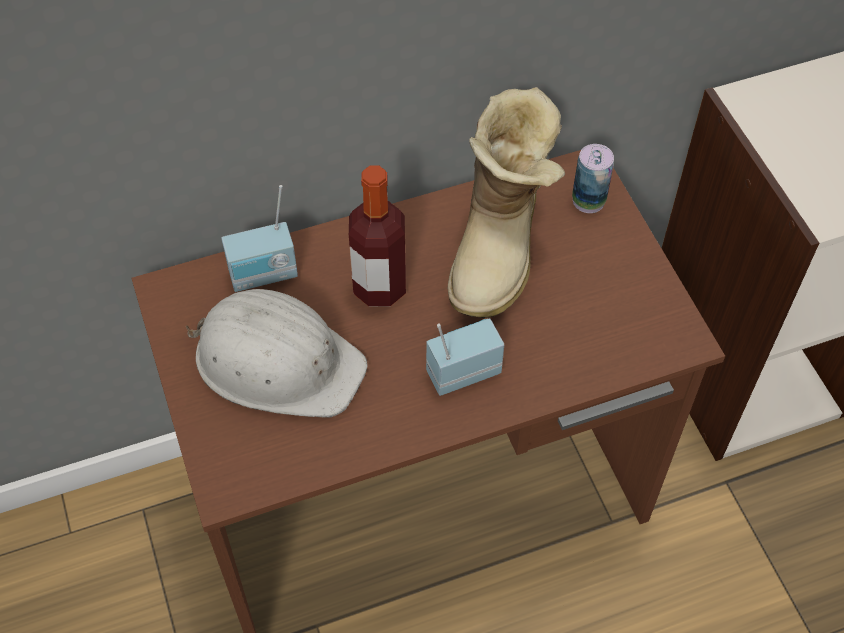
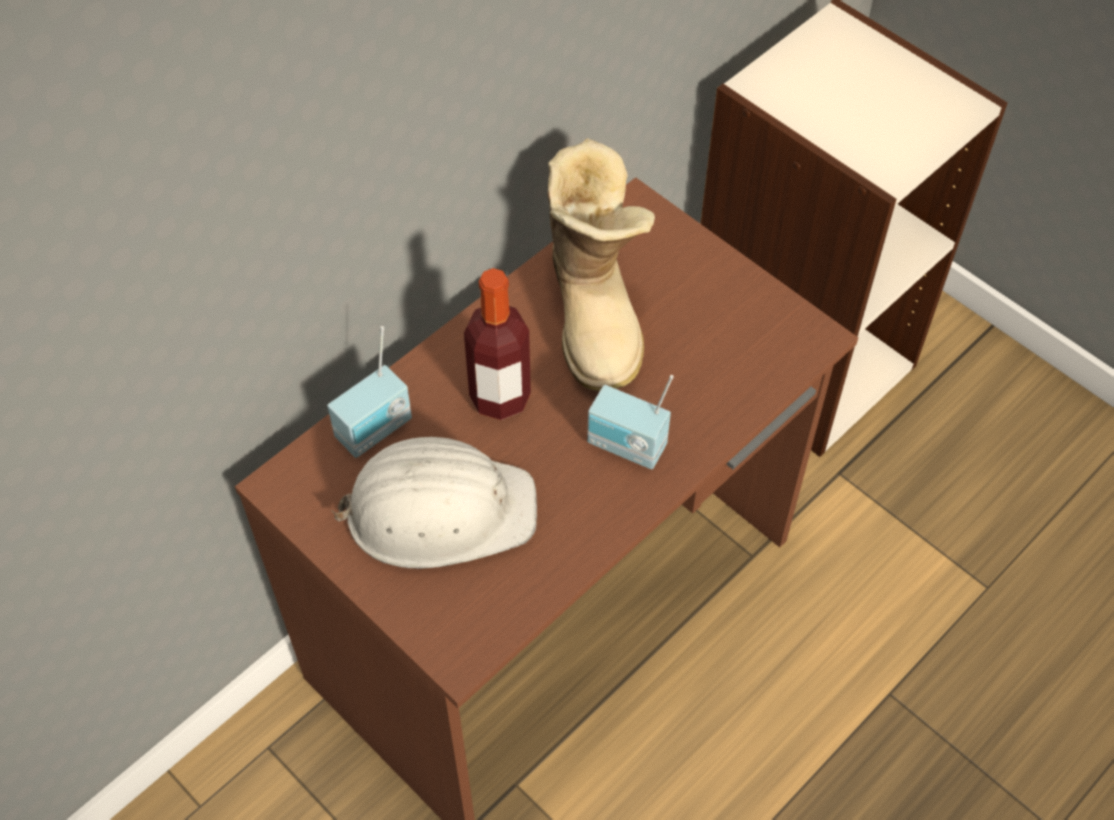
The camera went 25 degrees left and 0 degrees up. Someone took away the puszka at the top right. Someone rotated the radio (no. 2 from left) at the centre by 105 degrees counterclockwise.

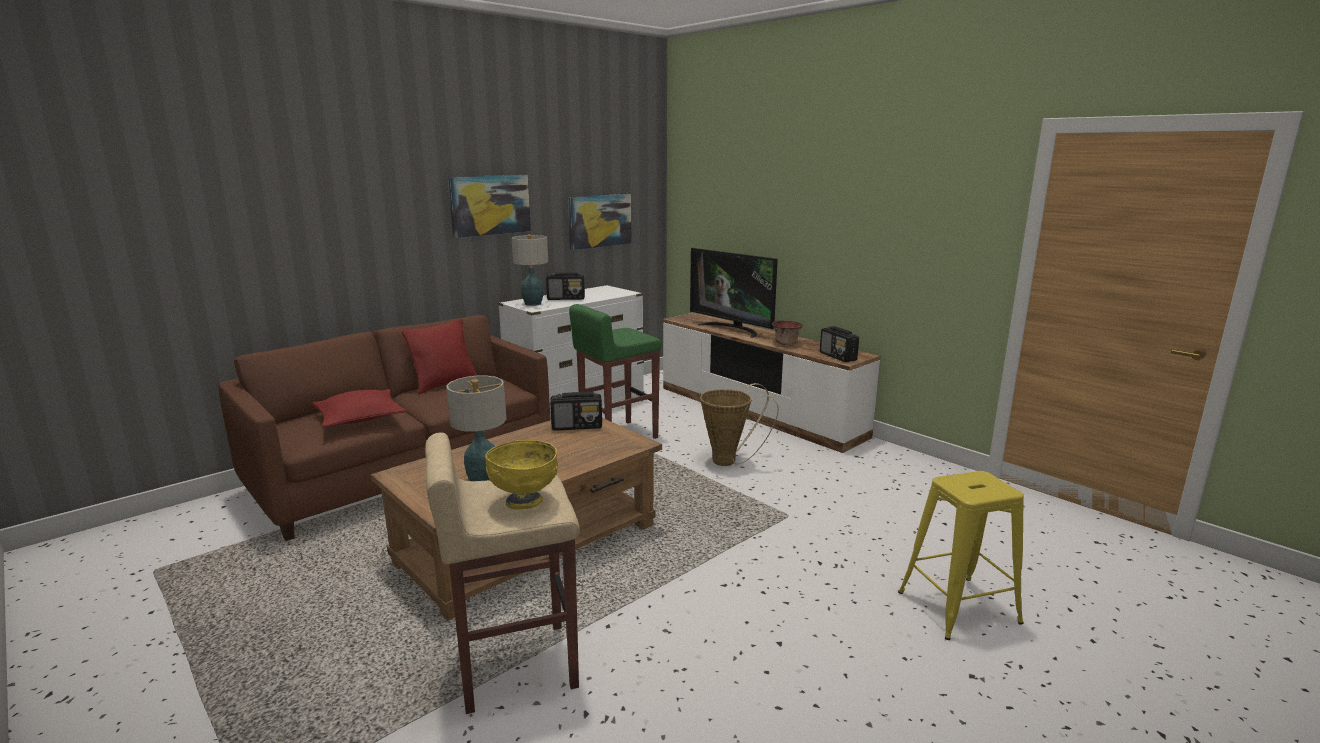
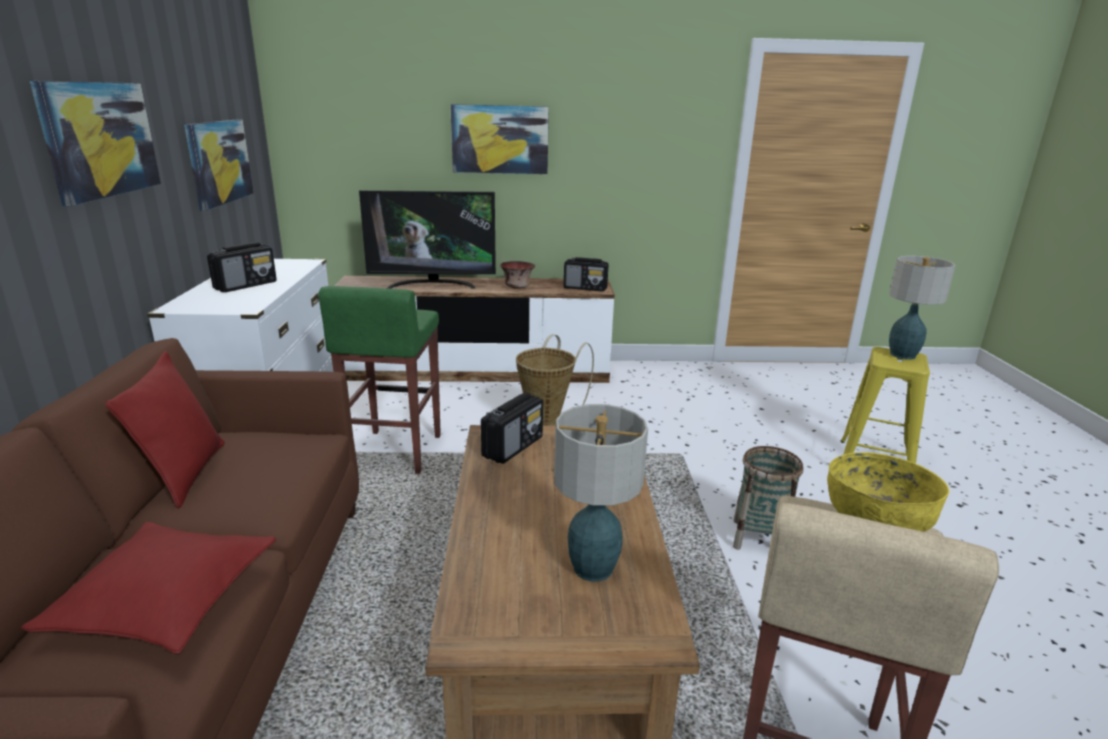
The camera went 50 degrees left and 5 degrees up. Someone put up the obraz (no. 3 from left) at the top centre. Someone put down the koszyk (no. 2 from left) at the bottom right. Someone carried the lampa stołowa (no. 2 from left) from the centre to the middle right.

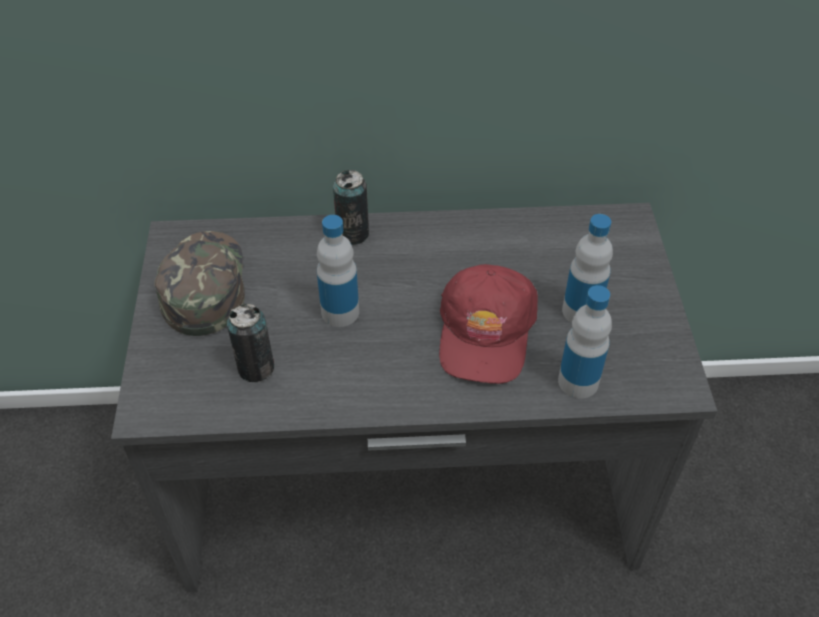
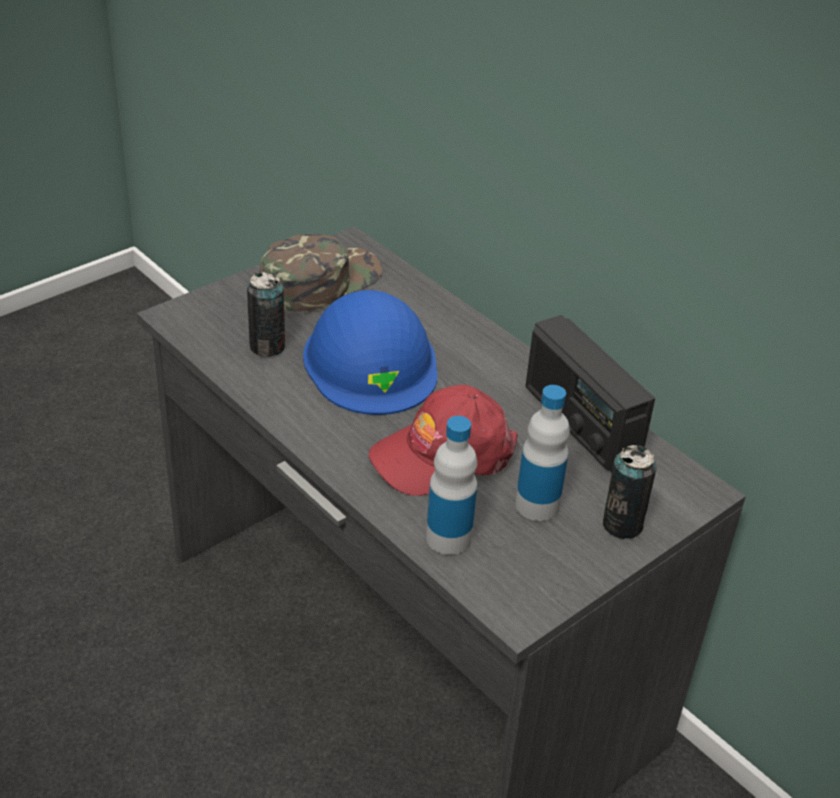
The camera went 50 degrees right and 10 degrees down. Someone put down the radio at the middle right. Someone carried the puszka (no. 2 from left) from the centre to the middle right. Someone swapped the butelka (no. 1 from left) at the centre for the kask [niebieski] at the centre.

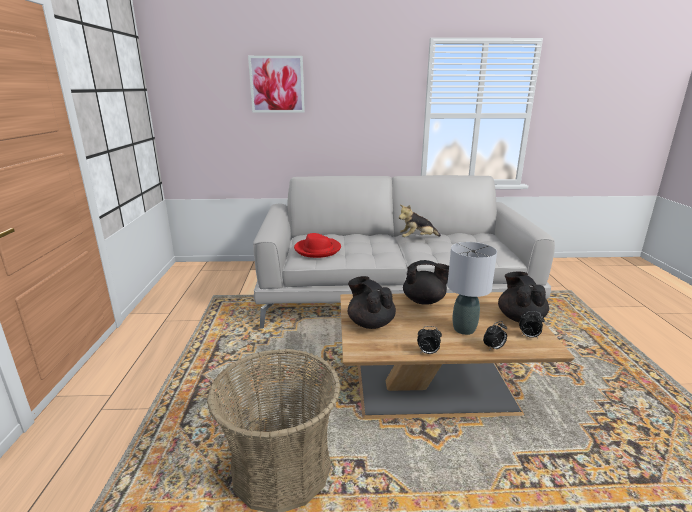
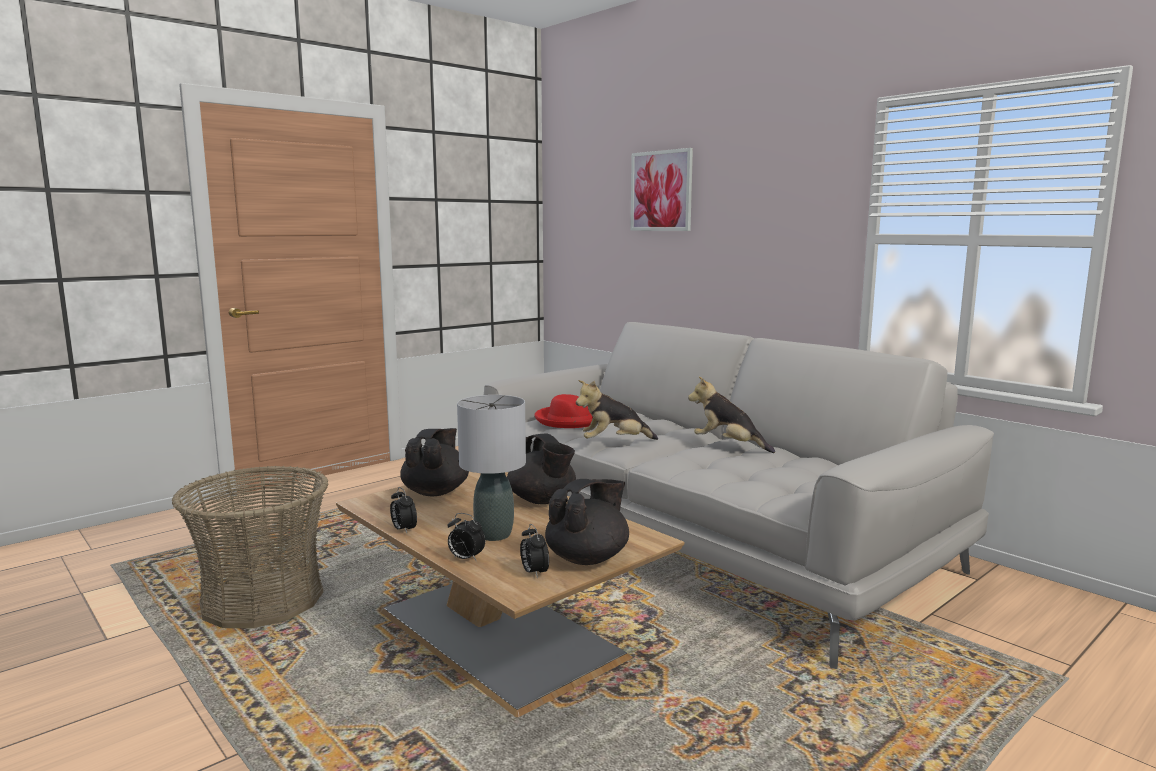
The camera went 50 degrees right and 10 degrees down. Someone put down the pluszak (no. 1 from left) at the centre.

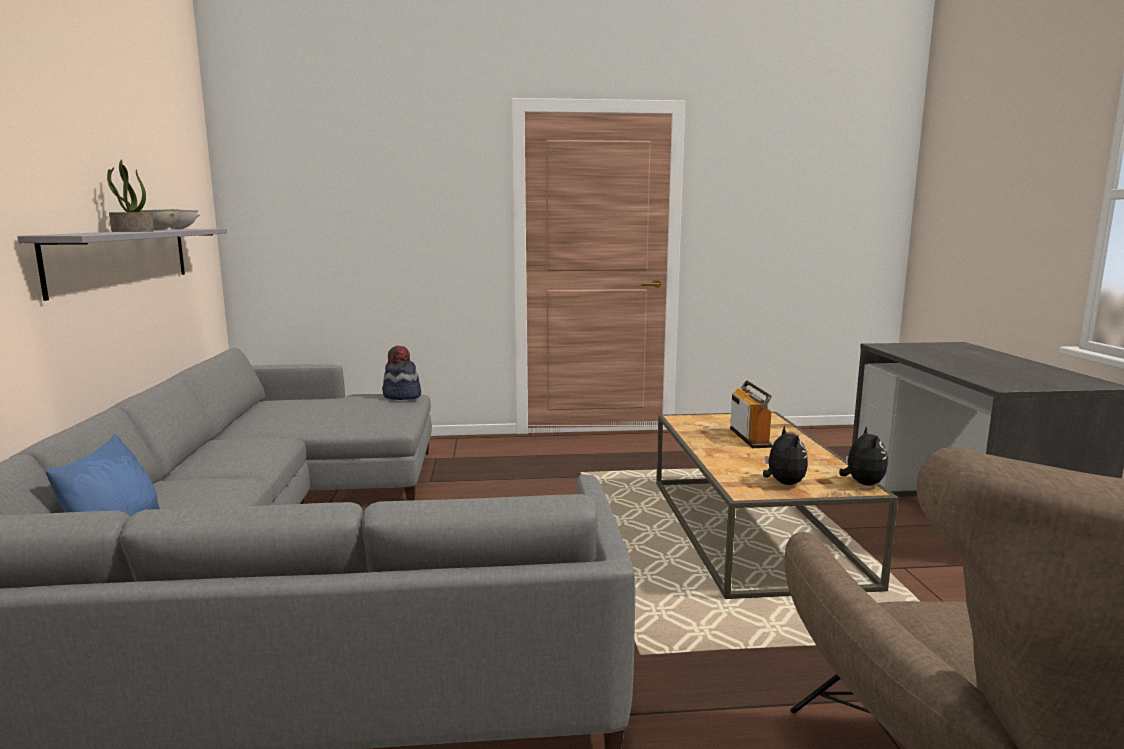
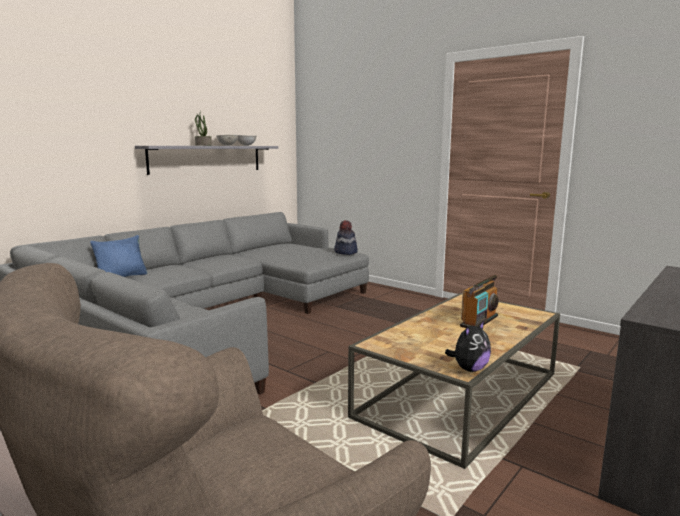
The camera went 45 degrees right and 0 degrees up. Someone took away the pluszak (no. 1 from left) at the middle right.

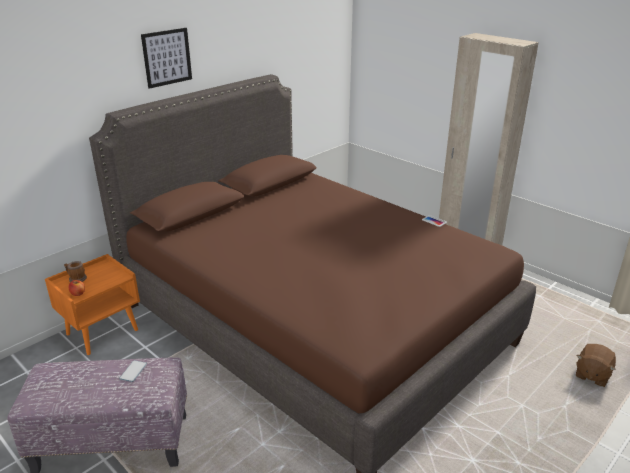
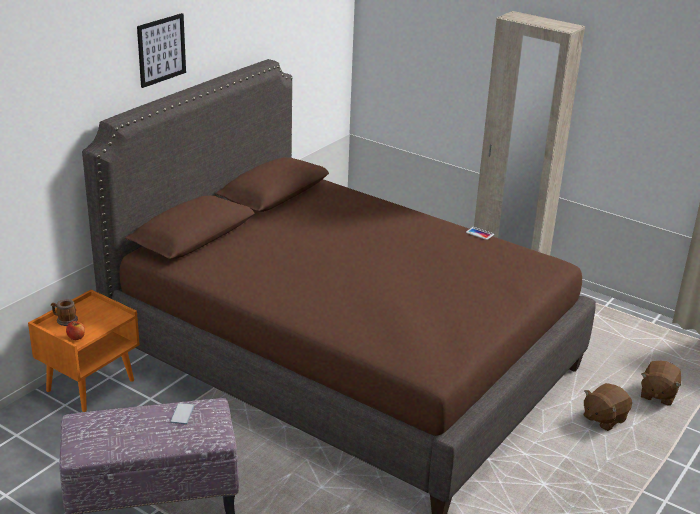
The camera went 10 degrees left and 0 degrees up. Someone put down the pluszak [brązowy] (no. 1 from left) at the bottom right.

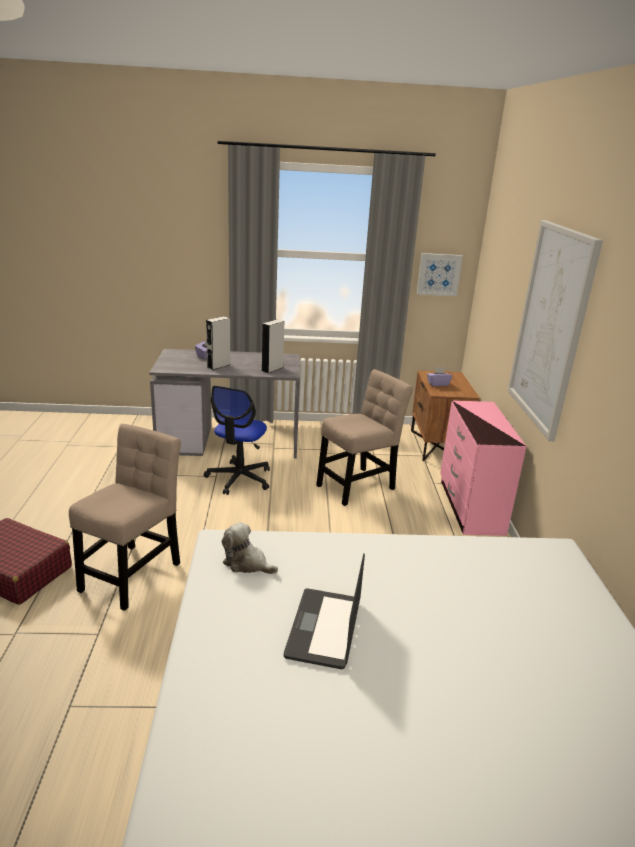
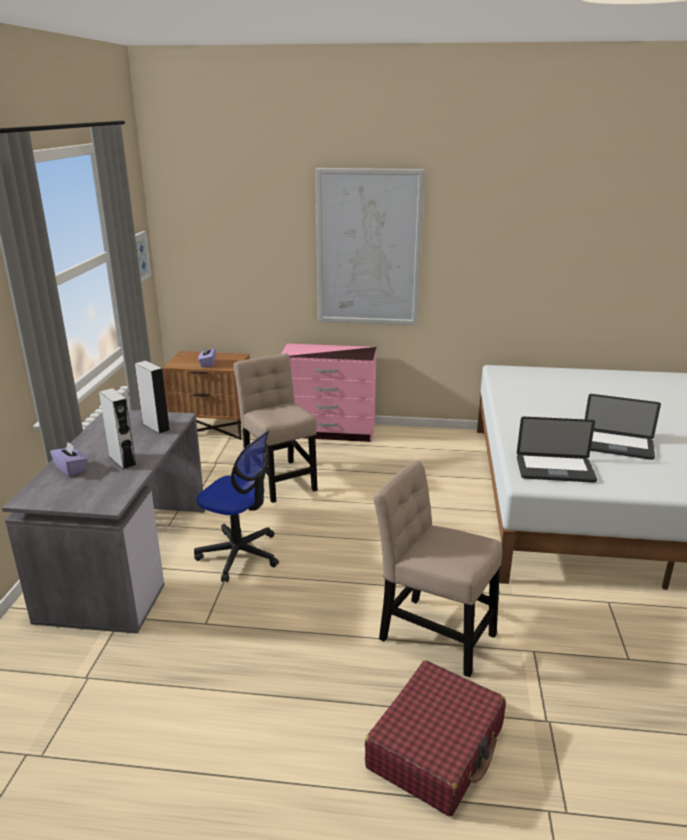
The camera went 80 degrees left and 0 degrees up. Someone swapped the pluszak at the centre for the laptop (no. 1 from left) at the middle right.

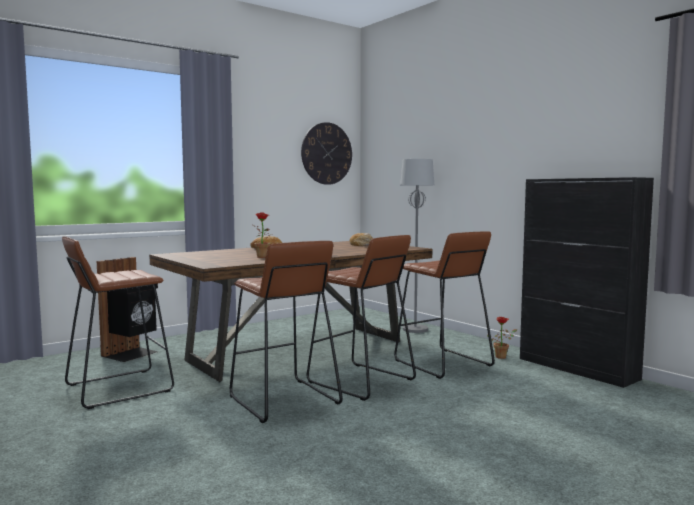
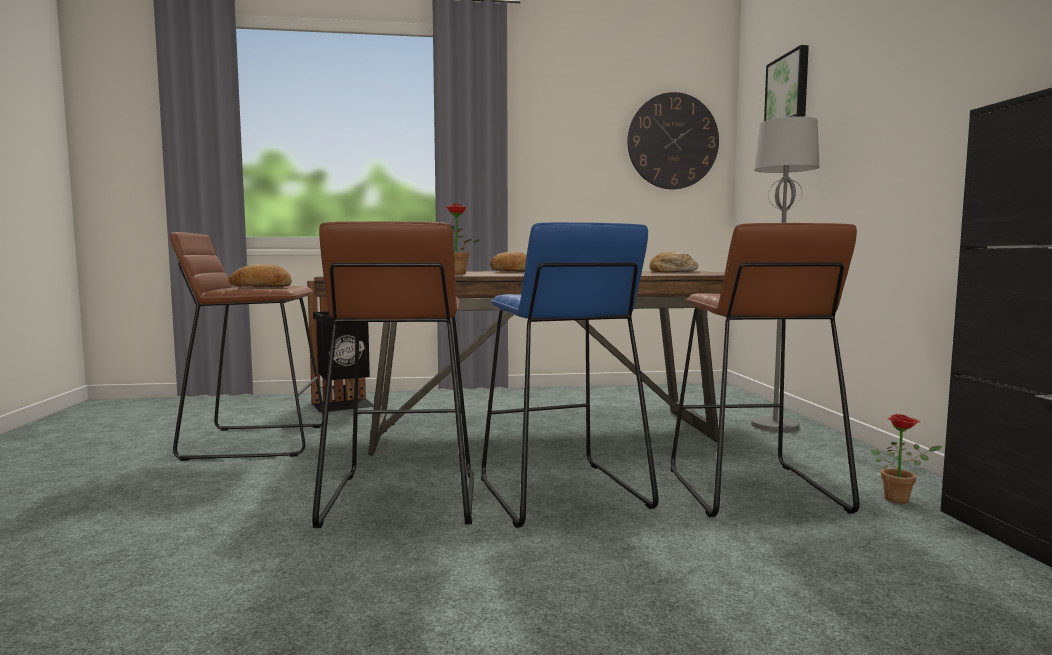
The camera went 30 degrees right and 0 degrees up. Someone put down the chleb (no. 1 from left) at the middle left. Someone put up the obraz at the top right. Someone repainted the stołek [brązowy] (no. 3 from left) at the centre, which became the stołek [niebieski] at the centre.

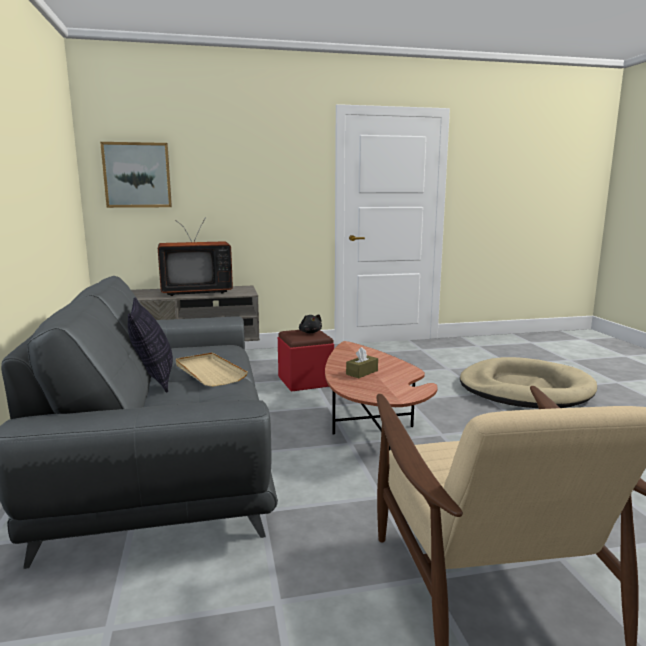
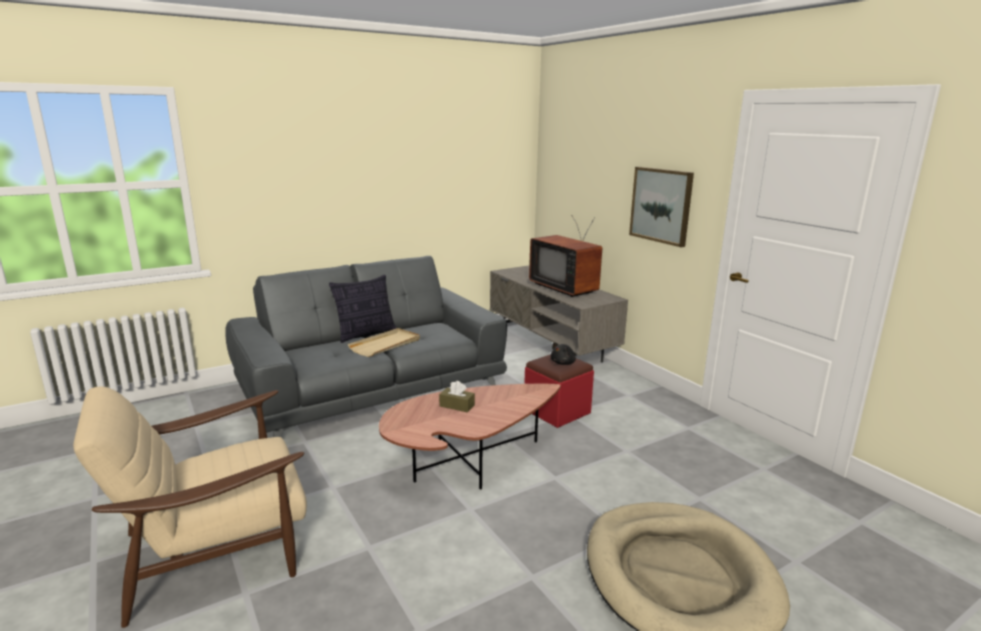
The camera went 70 degrees right and 5 degrees up. Someone carried the obraz from the top left to the top right.

